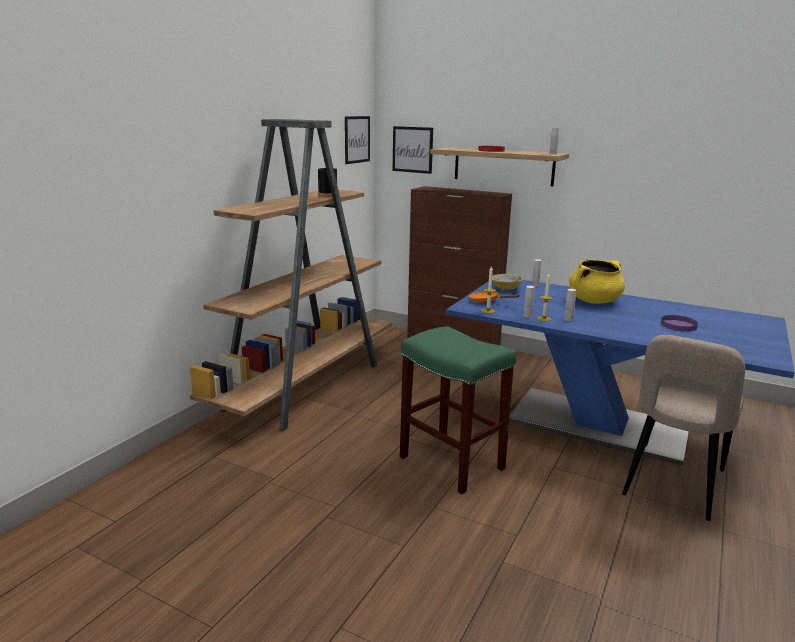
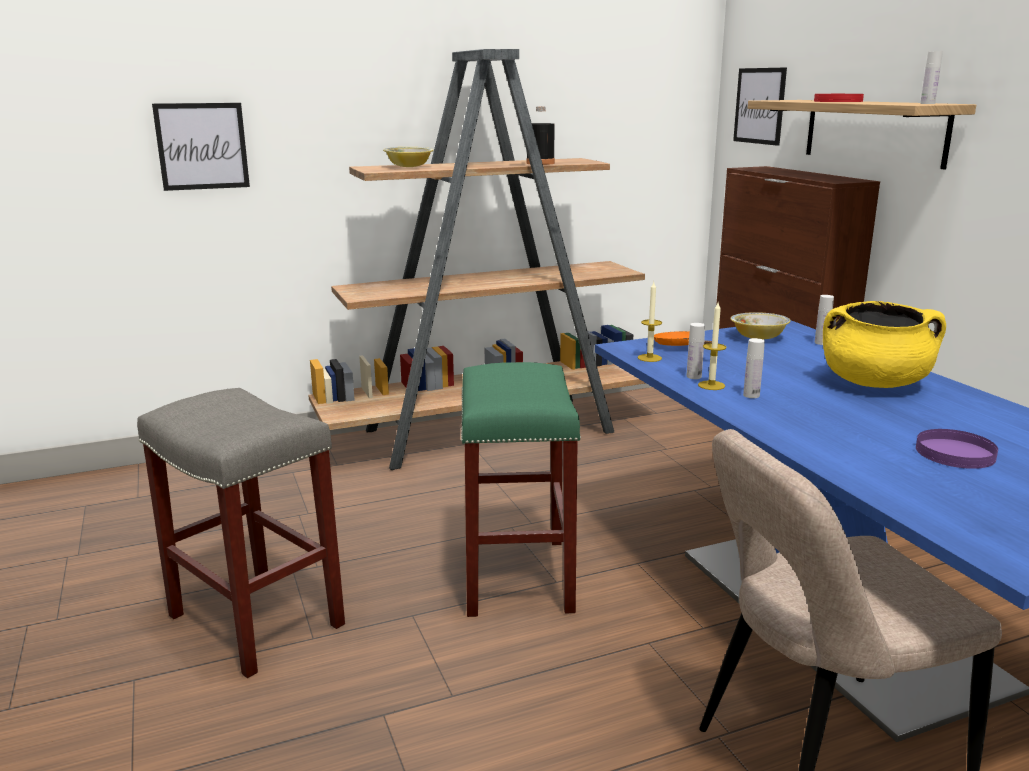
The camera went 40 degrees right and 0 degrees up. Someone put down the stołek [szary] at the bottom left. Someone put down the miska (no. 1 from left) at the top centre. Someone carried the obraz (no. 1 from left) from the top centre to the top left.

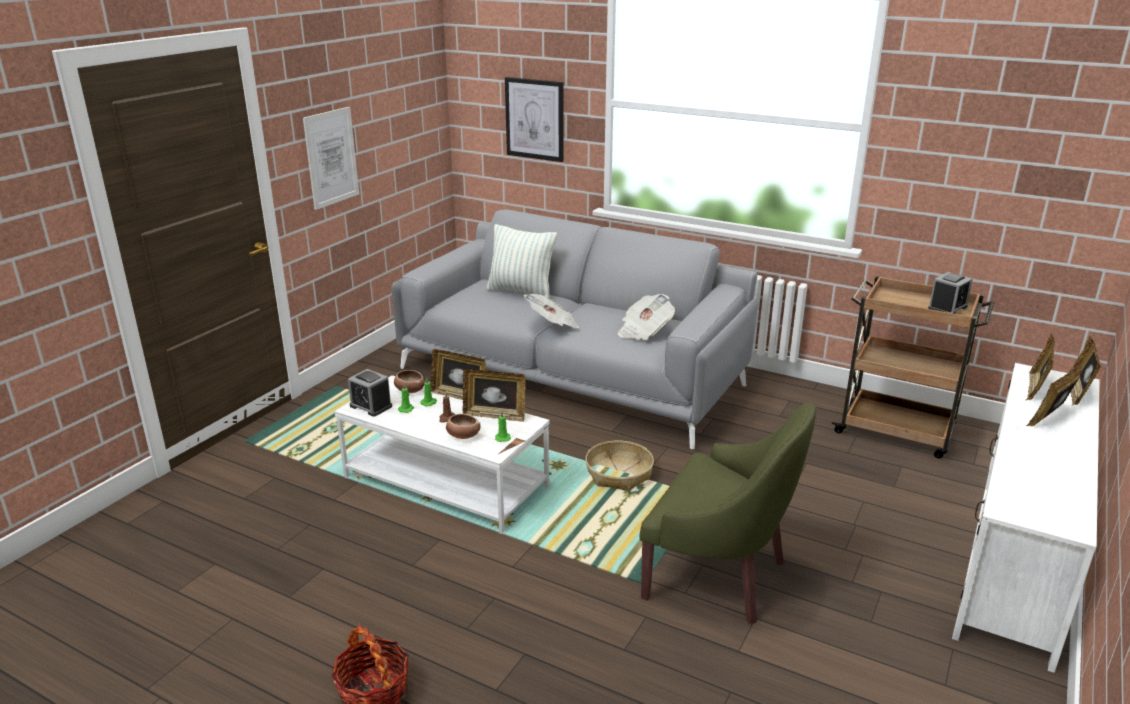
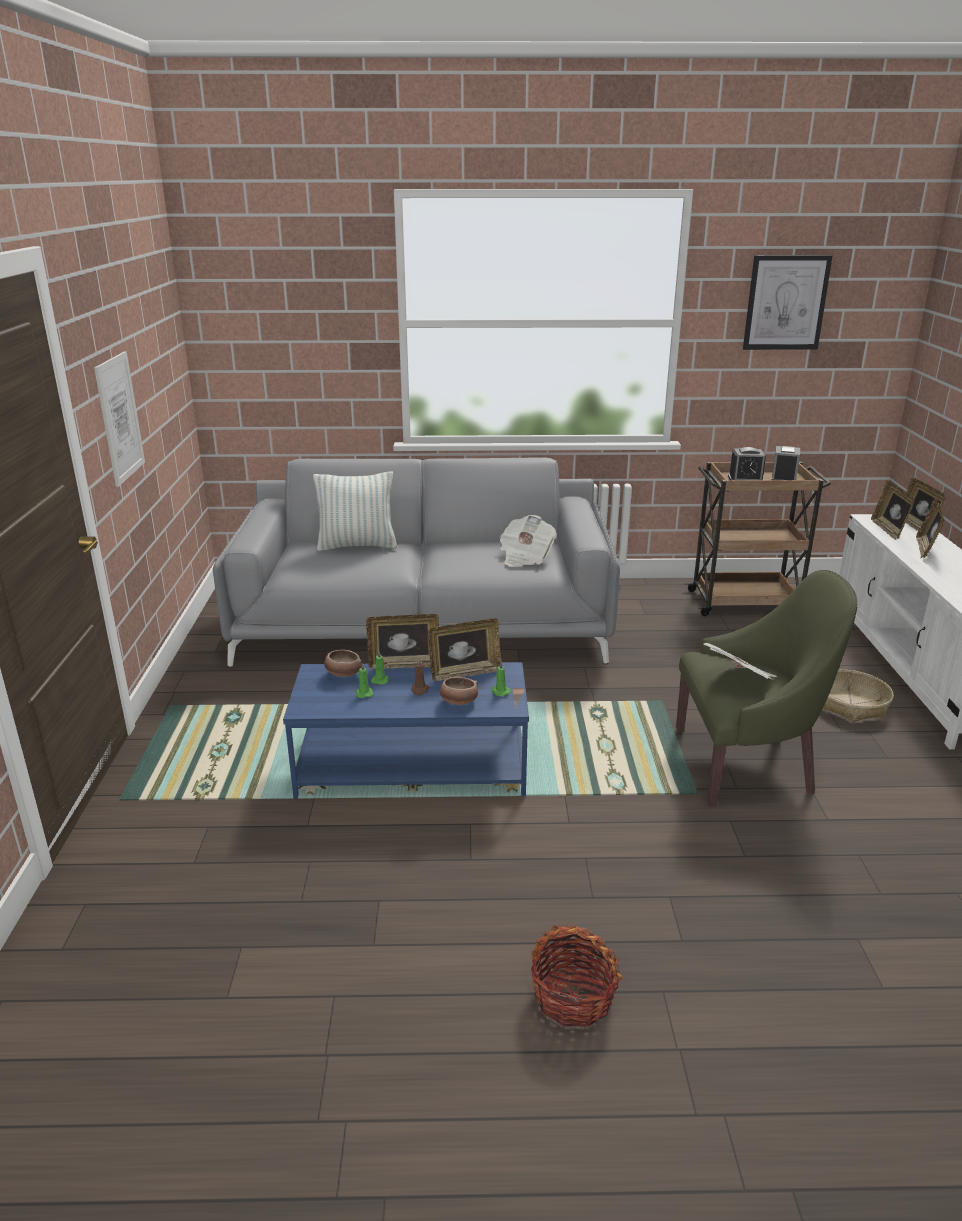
The camera went 30 degrees left and 0 degrees up. Someone carried the budzik (no. 1 from left) from the middle left to the middle right. Someone carried the obraz (no. 2 from left) from the top centre to the top right. Someone carried the gazeta (no. 1 from left in the first image) from the centre to the middle right. Someone carried the koszyk (no. 2 from left) from the centre to the middle right. Someone repainted the ława [biały] at the centre, which became the ława [niebieski] at the centre.

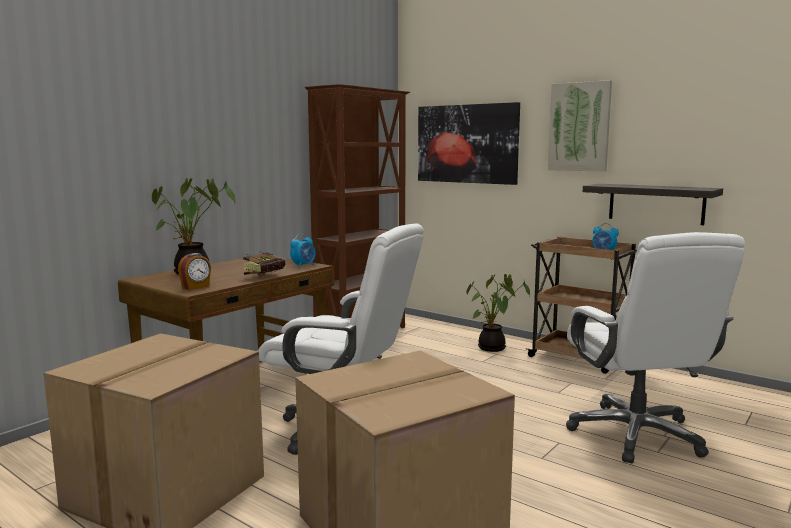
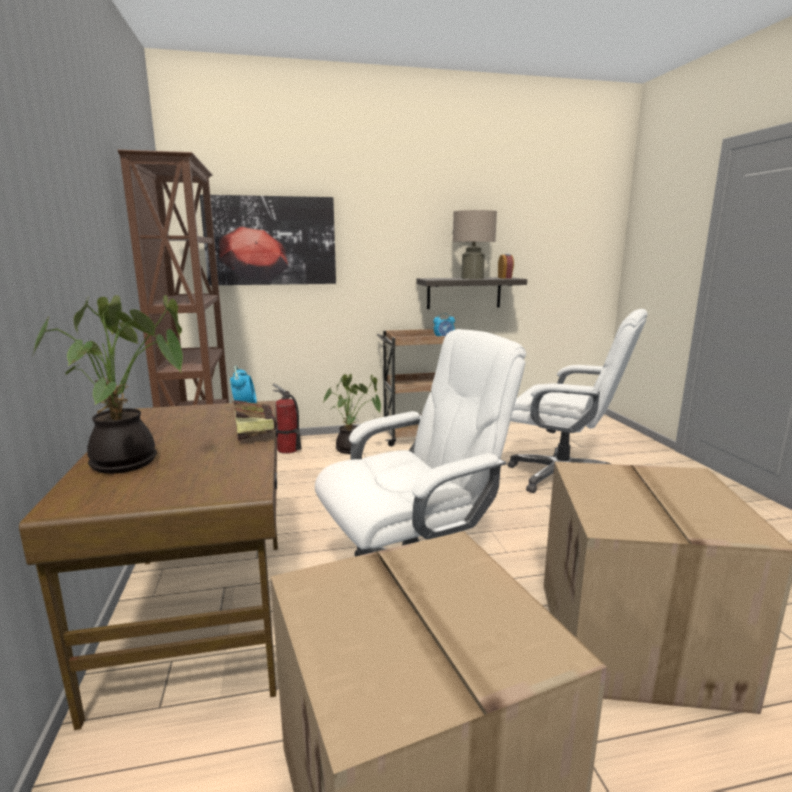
The camera went 50 degrees left and 5 degrees up. Someone took away the obraz (no. 2 from left) at the top right. Someone put down the gaśnica at the centre. Someone put down the lampa stołowa [beżowy] at the top centre. Someone carried the budzik (no. 1 from left in the first image) from the middle left to the centre.

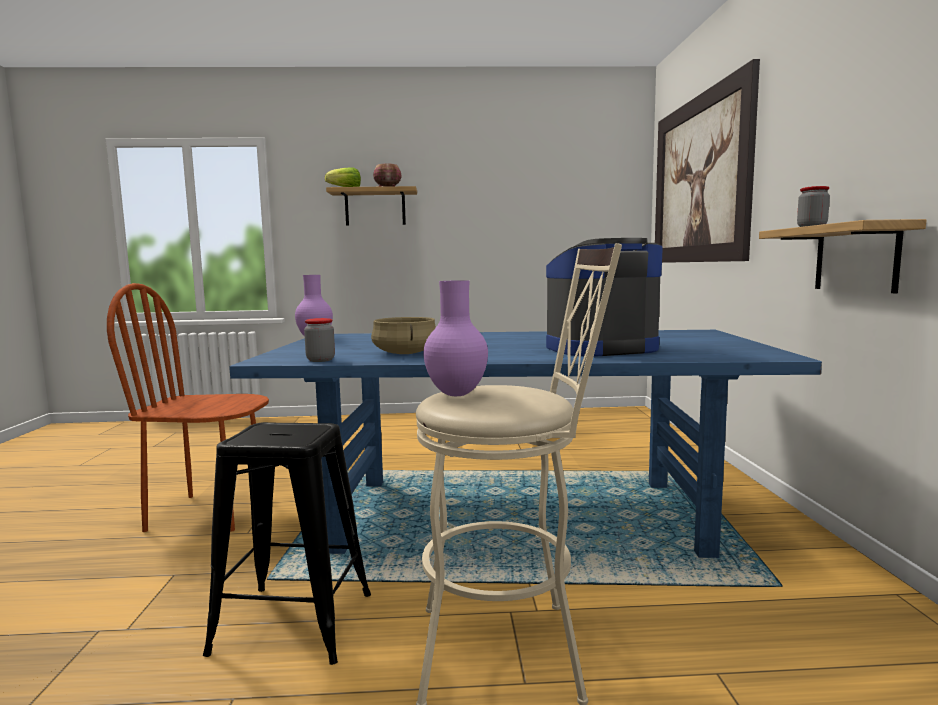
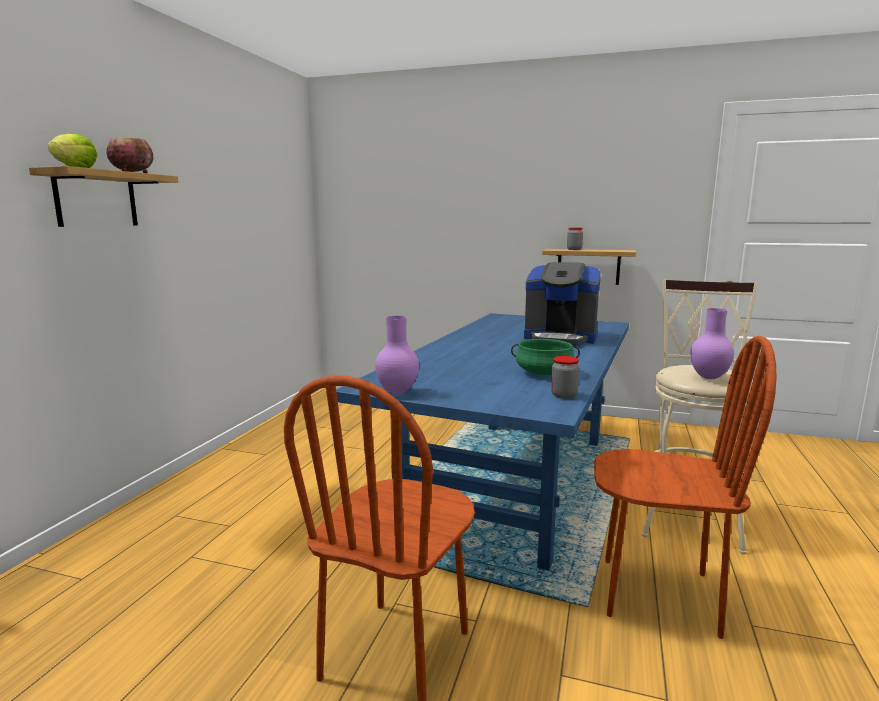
The camera went 70 degrees left and 5 degrees up. Someone took away the obraz at the top right. Someone swapped the stołek [czarny] at the bottom left for the krzesło [brązowy] (no. 2 from left) at the bottom right. Someone repainted the garnek [beżowy] at the centre, which became the garnek [zielony] at the centre. Someone rotated the ekspres do kawy at the centre by 75 degrees counterclockwise.

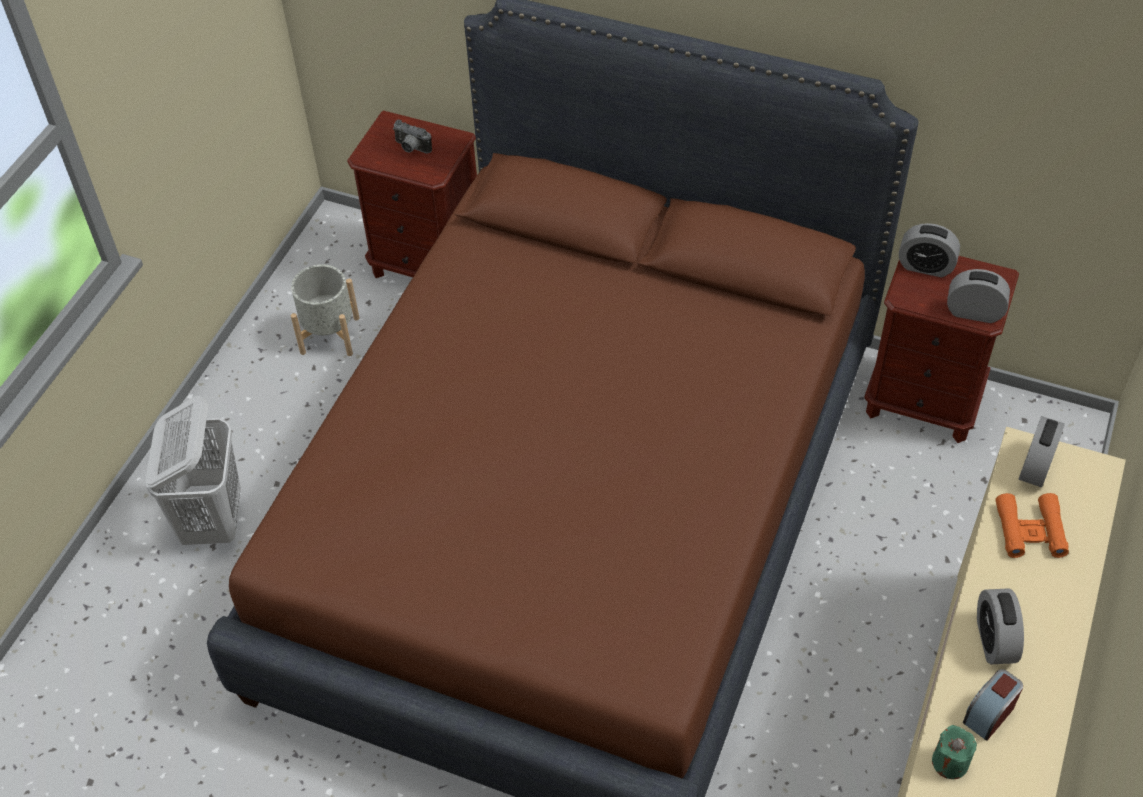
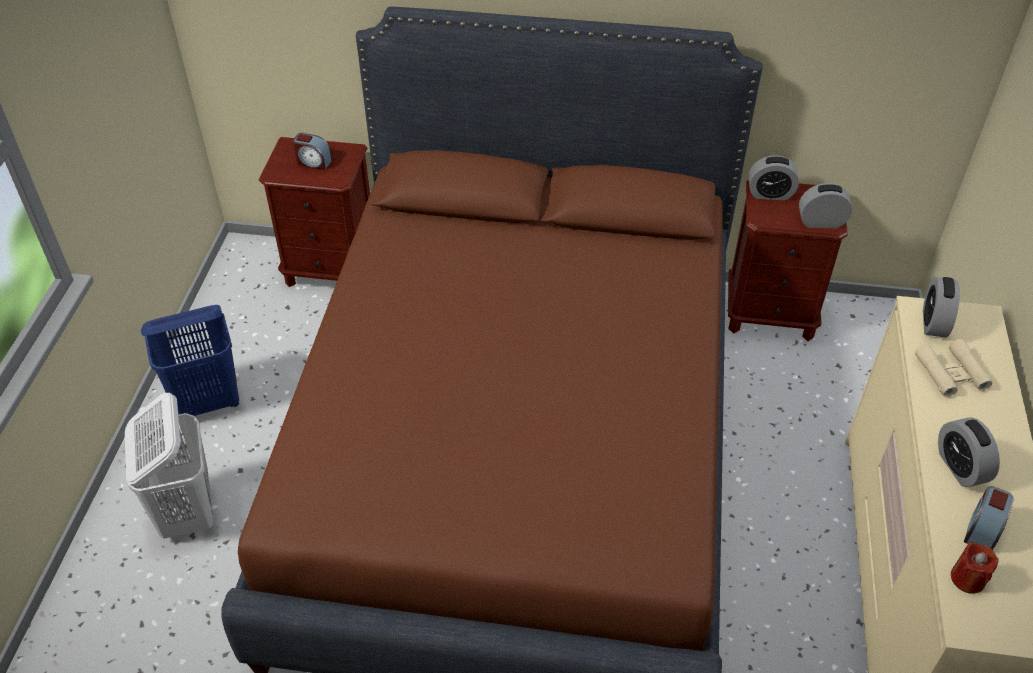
The camera went 15 degrees left and 5 degrees down. Someone took away the donica [szary] at the middle left. Someone put down the kosz na pranie [niebieski] at the middle left. Someone swapped the aparat fotograficzny at the top centre for the budzik (no. 1 from left) at the top left. Someone repainted the świeca [zielony] at the bottom right, which became the świeca [czerwony] at the bottom right. Someone repainted the lornetka [pomarańczowy] at the middle right, which became the lornetka [beżowy] at the middle right.

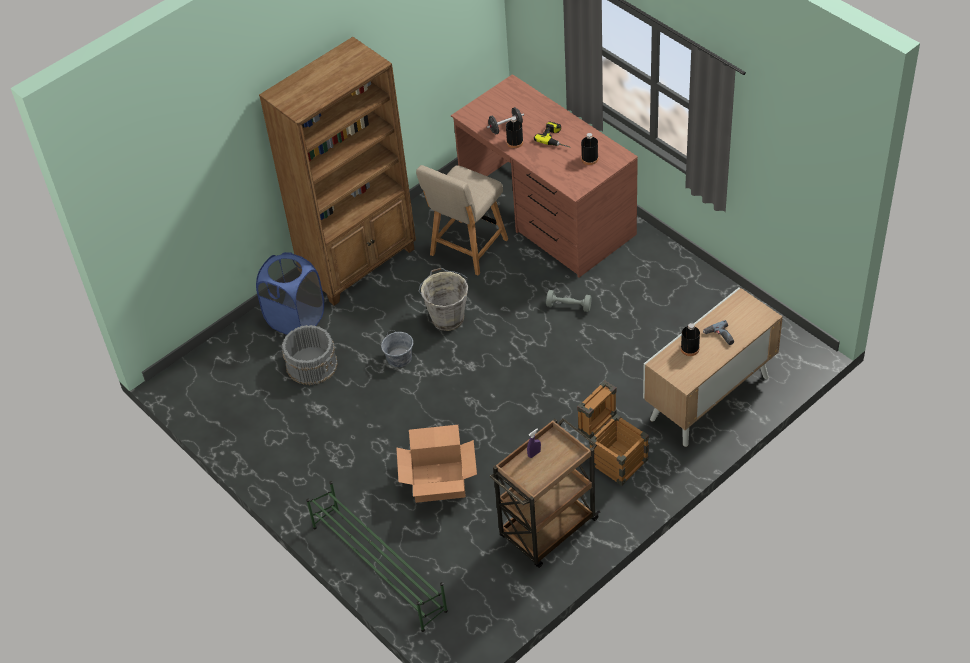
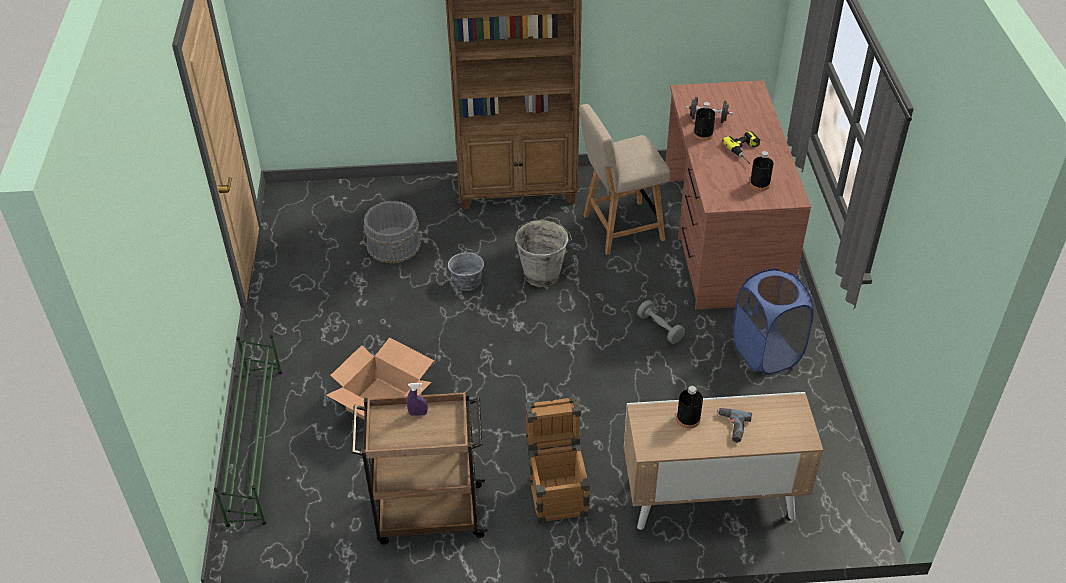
The camera went 35 degrees right and 5 degrees down. Someone carried the kosz na pranie [niebieski] from the middle left to the middle right.

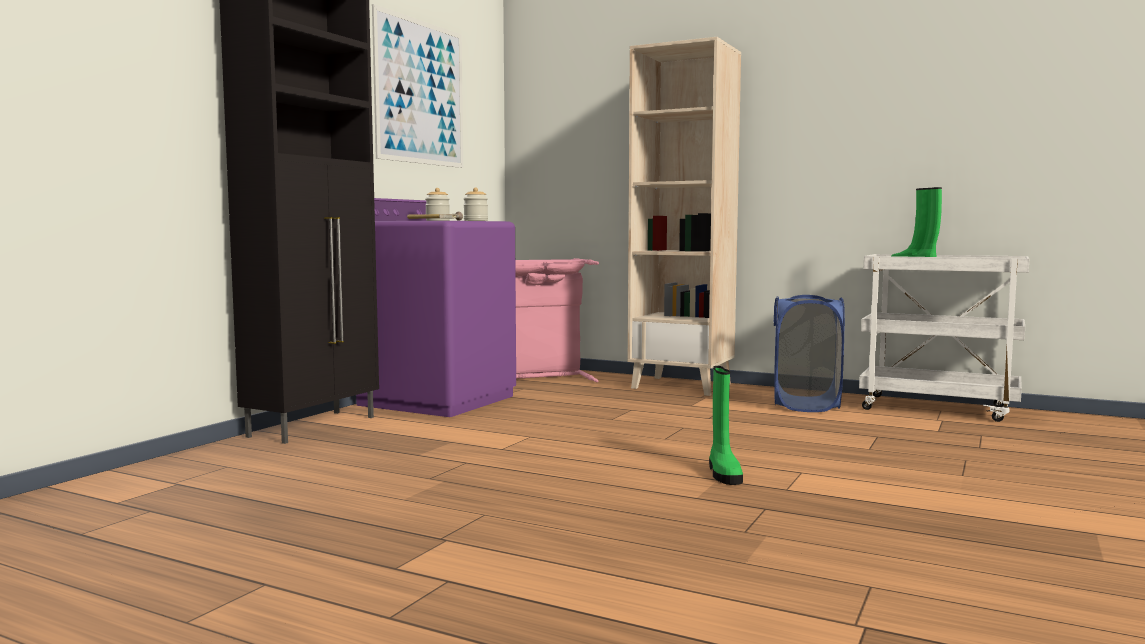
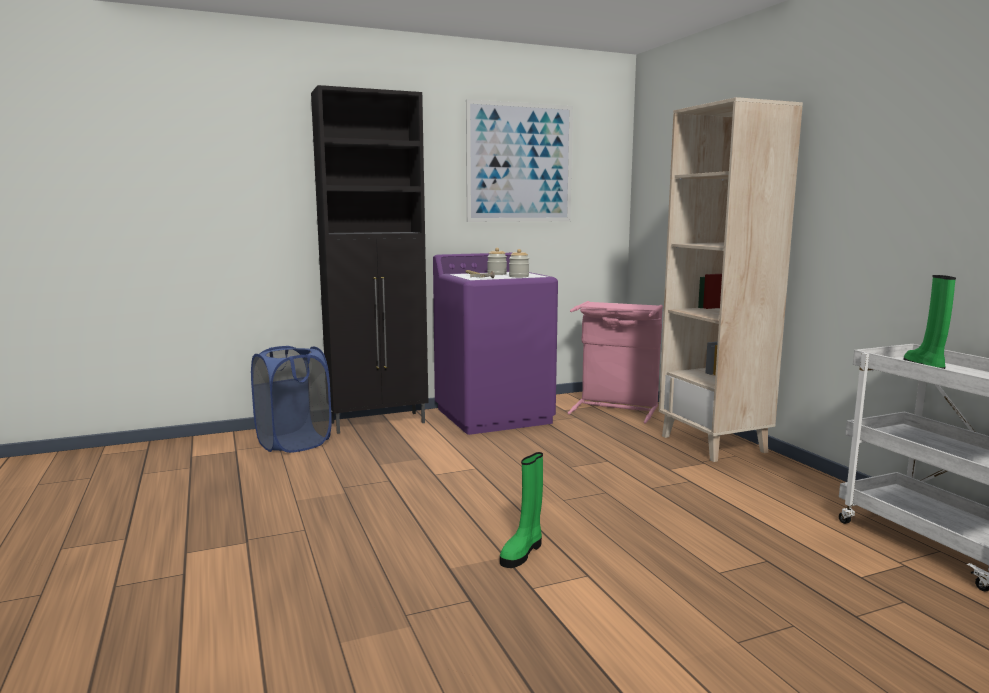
The camera went 40 degrees right and 5 degrees up. Someone carried the kosz na pranie [niebieski] from the middle right to the middle left.

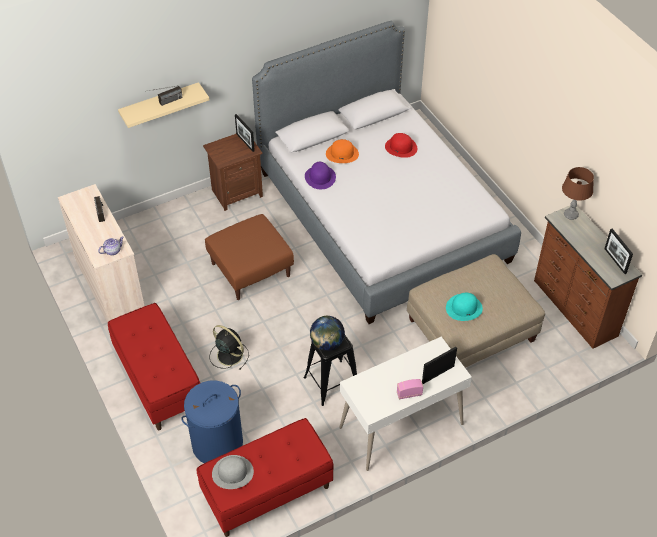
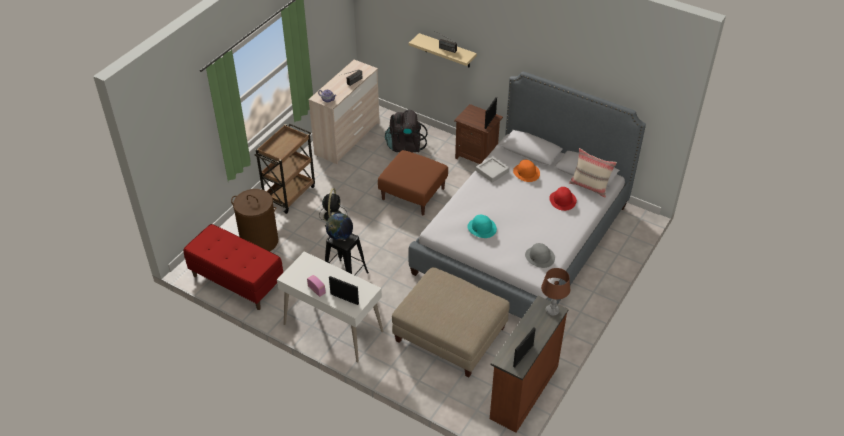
The camera went 60 degrees right and 5 degrees down. Someone put down the plecak [czarny] at the top centre. Someone put down the poduszka [beżowy] at the middle right. Someone carried the kapelusz [szary] from the bottom centre to the centre. Someone carried the kapelusz [turkusowy] from the middle right to the centre. Someone swapped the ławka [czerwony] (no. 1 from left) at the bottom left for the wózek [brązowy] at the centre. Someone swapped the kapelusz [fioletowy] at the top centre for the taca [szary] at the centre. Someone repainted the kosz na pranie [niebieski] at the bottom left, which became the kosz na pranie [brązowy] at the middle left.

